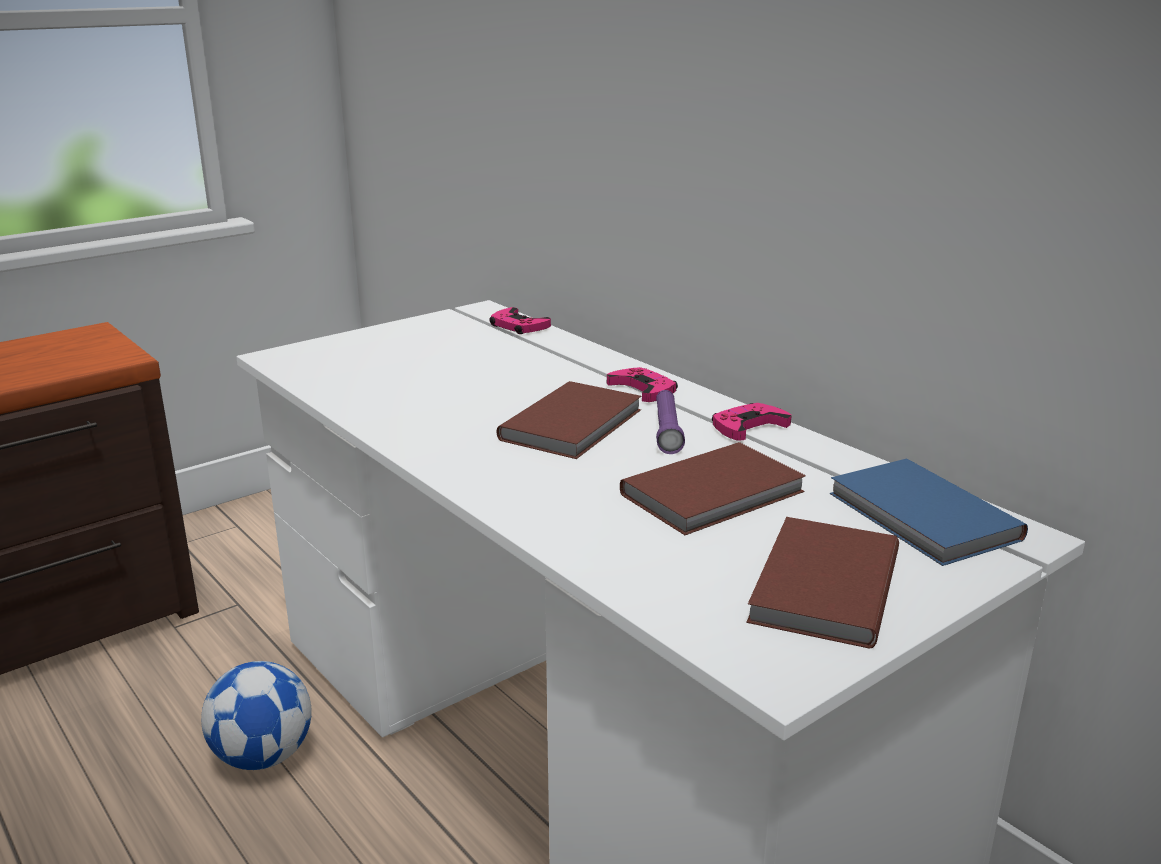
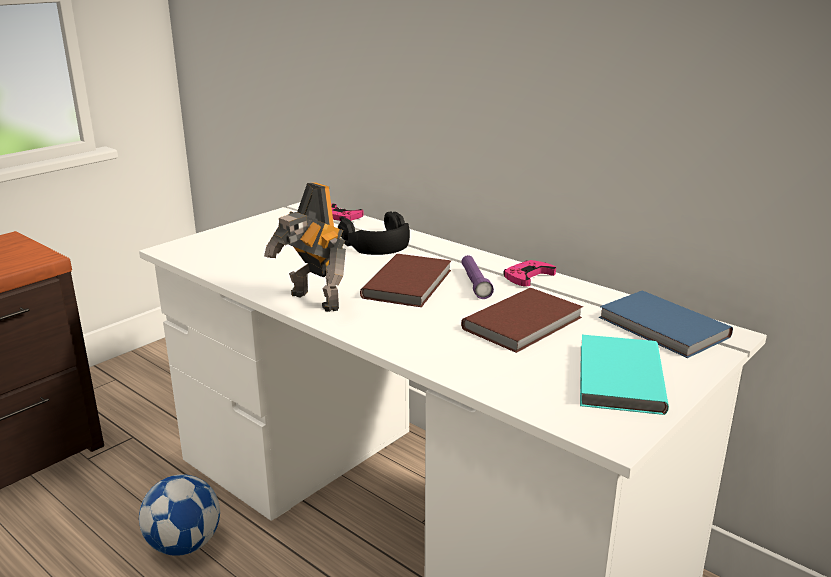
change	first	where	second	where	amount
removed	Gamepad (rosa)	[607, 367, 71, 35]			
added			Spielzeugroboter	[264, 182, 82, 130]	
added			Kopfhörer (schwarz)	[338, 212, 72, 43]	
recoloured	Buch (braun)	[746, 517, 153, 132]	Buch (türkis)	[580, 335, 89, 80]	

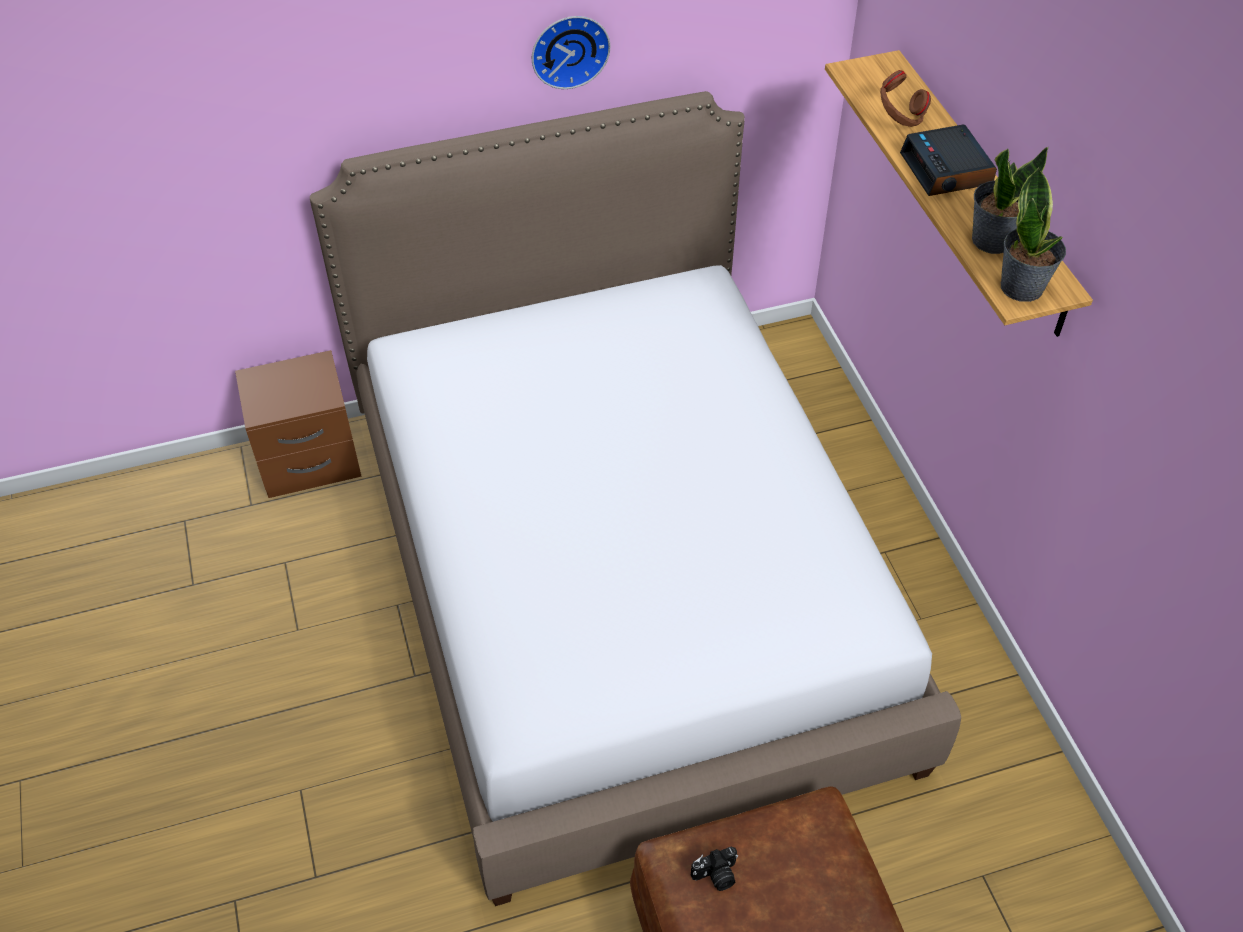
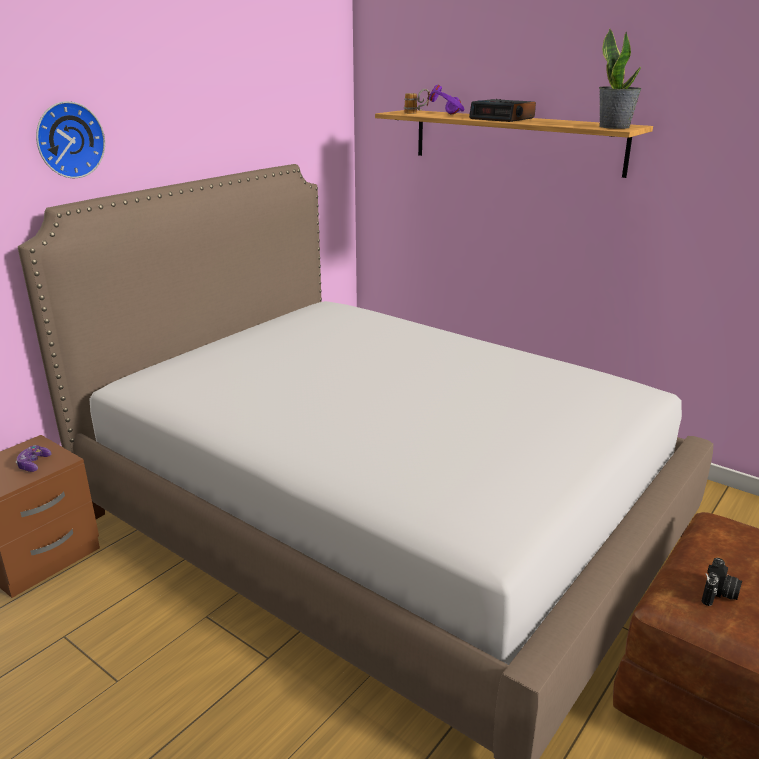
change	first	where	second	where	amount
removed	Topfpflanze	[972, 147, 77, 107]			
added			Gamepad	[16, 445, 35, 27]	
added			Henkelbecher	[404, 89, 27, 25]	
moved	Wanduhr	[532, 16, 78, 73]		[36, 101, 69, 77]	
recoloured	Kopfhörer (braun)	[880, 70, 51, 57]	Kopfhörer (lila)	[429, 85, 36, 29]	

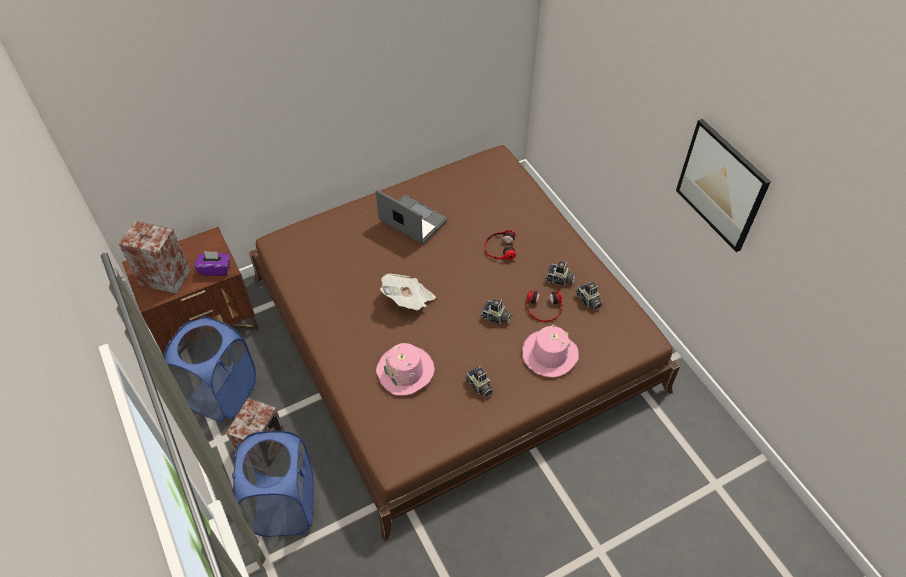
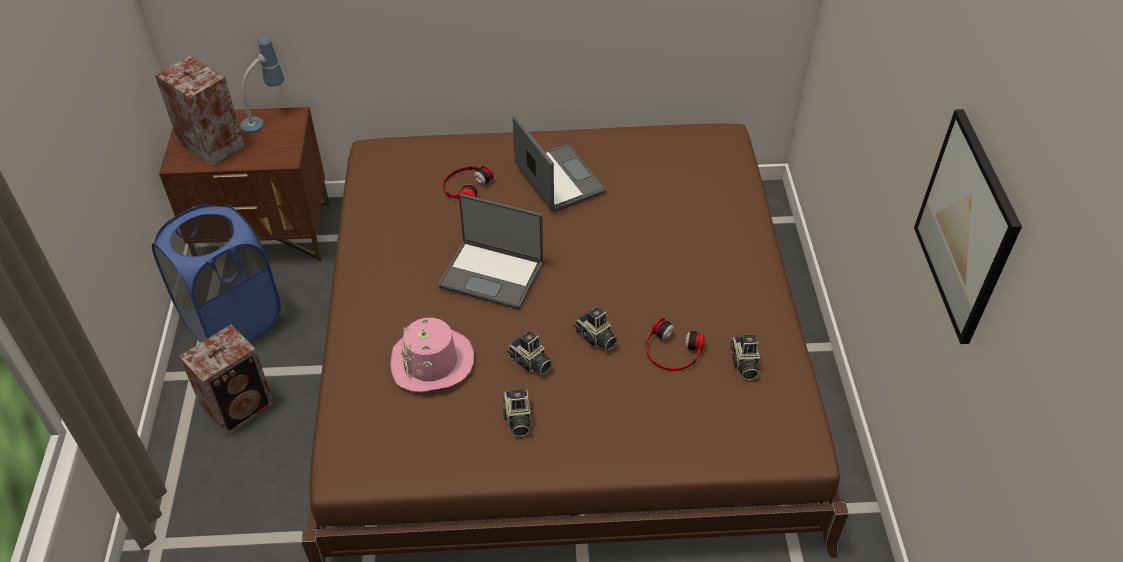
change	first	where	second	where	amount
removed	Taschentuchbox (lila)	[194, 251, 36, 25]			
removed	Wäschekorb (blau)	[232, 431, 82, 106]			
removed	Hut (rosa)	[522, 324, 57, 54]			
added			Tischlampe	[240, 37, 44, 96]	
moved	Kopfhörer	[484, 230, 32, 30]		[443, 165, 51, 34]	
moved	Kamera	[546, 261, 29, 25]		[507, 331, 45, 44]	
replaced	Zeitung	[380, 273, 56, 37]	Laptop	[438, 194, 105, 115]	

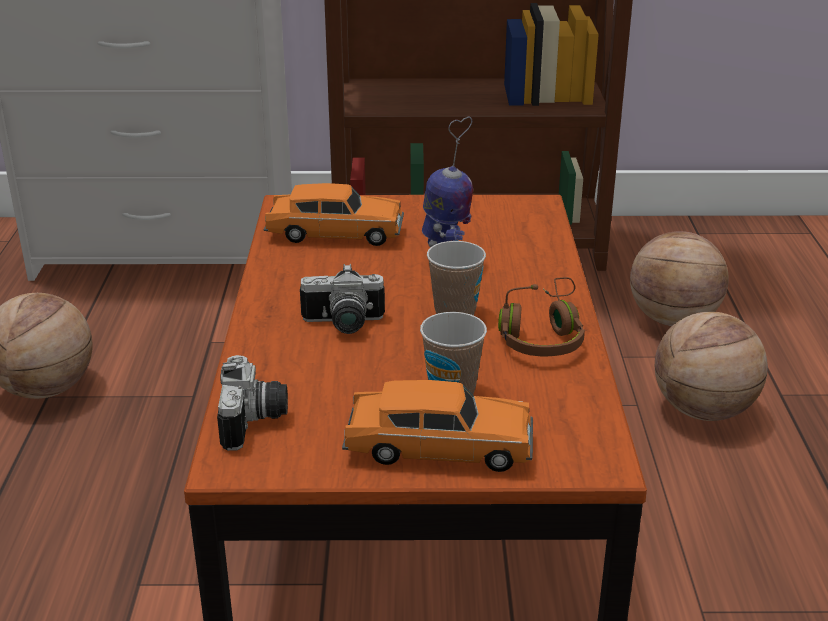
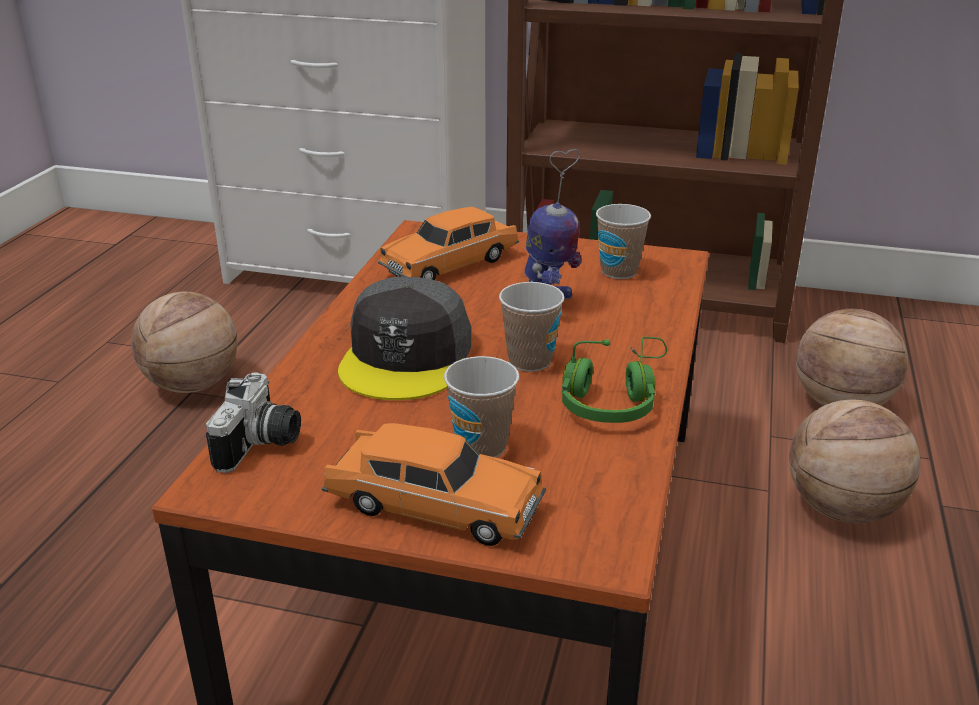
change	first	where	second	where	amount
added			Tasse	[596, 204, 55, 75]	
replaced	Kamera	[300, 264, 85, 70]	Kappe (grau)	[338, 277, 133, 123]	
recoloured	Kopfhörer (braun)	[498, 277, 87, 79]	Kopfhörer (grün)	[561, 337, 106, 86]	
turned	Spielzeugauto (orange)	[264, 183, 140, 63]		[378, 207, 141, 73]	120 degrees clockwise

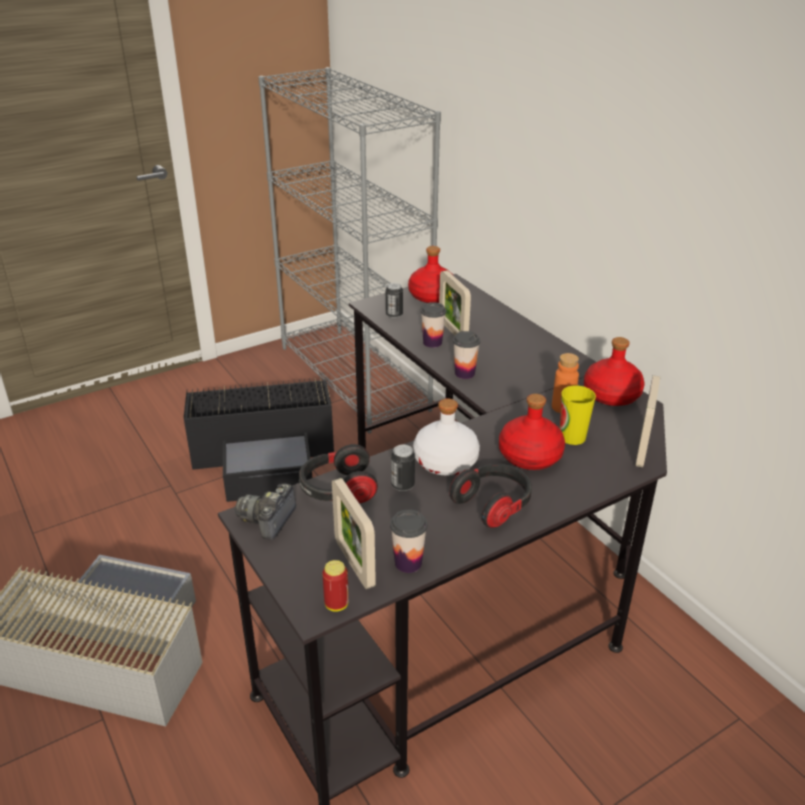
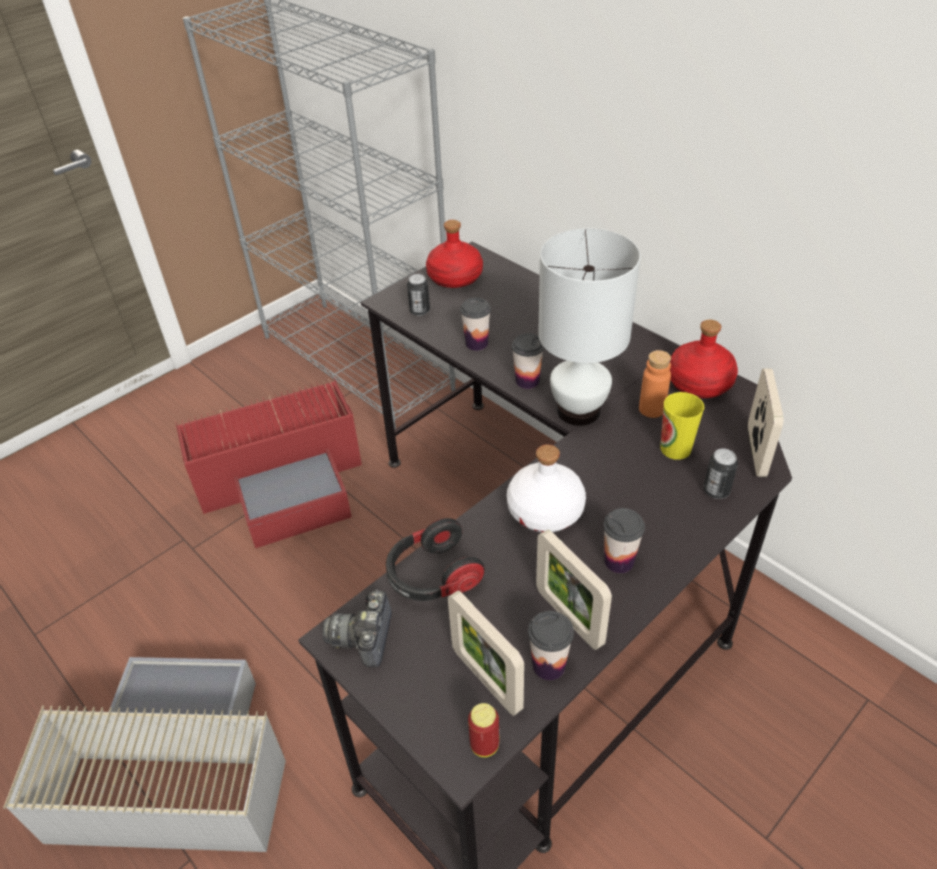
change	first	where	second	where	amount
removed	Flasche (rot)	[499, 394, 66, 76]			
added			Tischlampe (weiß)	[538, 228, 103, 198]	
moved	Dose	[391, 445, 24, 46]		[703, 449, 35, 50]	
moved	Bilderrahmen	[439, 270, 32, 66]		[536, 530, 76, 120]	
replaced	Kopfhörer	[449, 464, 83, 64]	Tasse	[603, 508, 42, 65]	
recoloured	Aufbewahrungsbox (schwarz)	[184, 377, 150, 125]	Aufbewahrungsbox (rot)	[176, 378, 186, 170]	

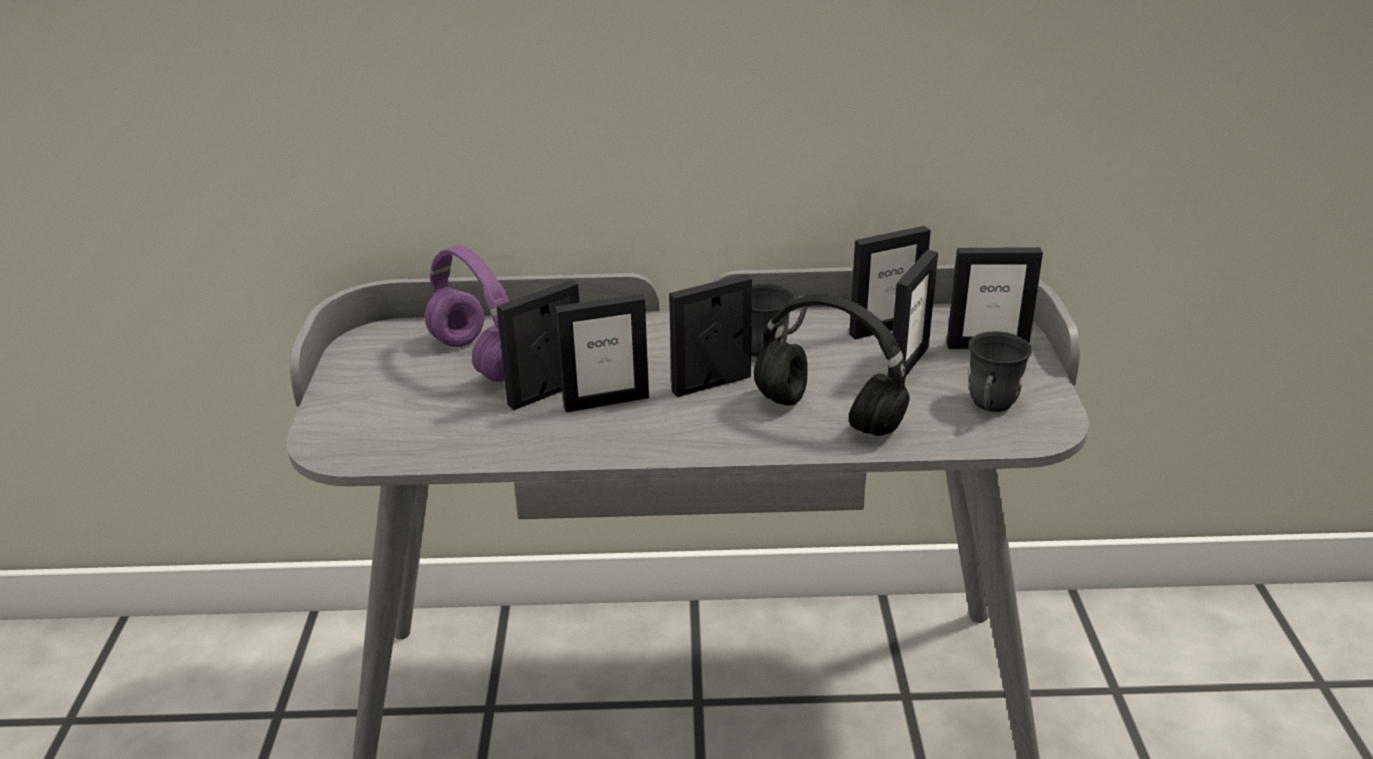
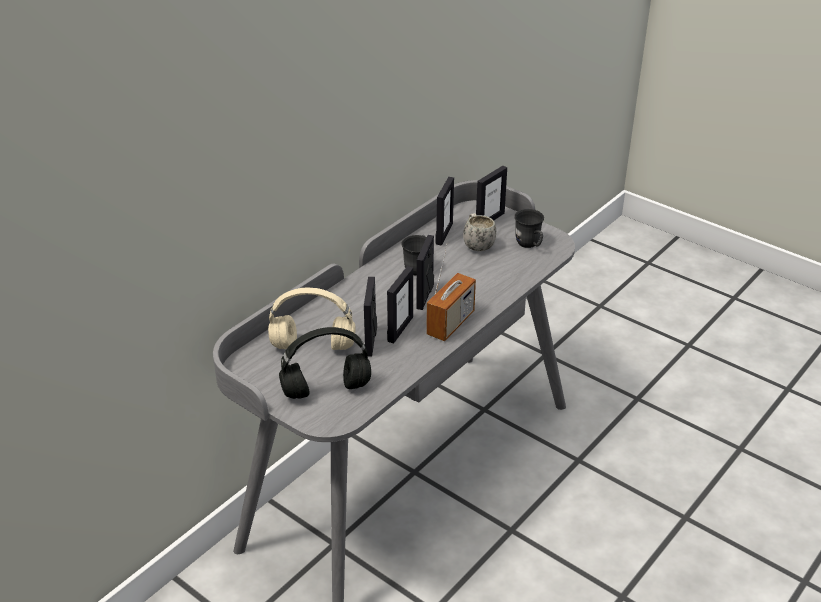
change	first	where	second	where	amount
added			Radio	[426, 243, 50, 98]	
moved	Kopfhörer (schwarz)	[754, 294, 156, 142]		[279, 327, 92, 72]	
replaced	Bilderrahmen	[888, 250, 50, 128]	Henkelbecher (weiß)	[463, 213, 33, 38]	
recoloured	Kopfhörer (lila)	[425, 246, 85, 136]	Kopfhörer (beige)	[268, 288, 87, 62]	

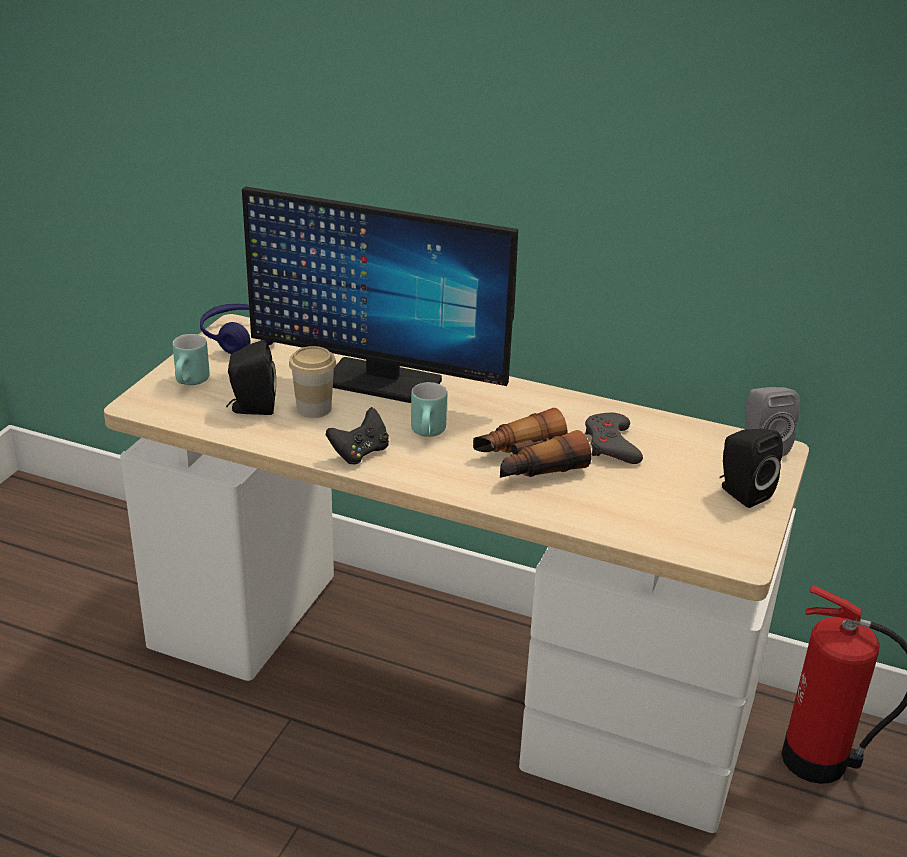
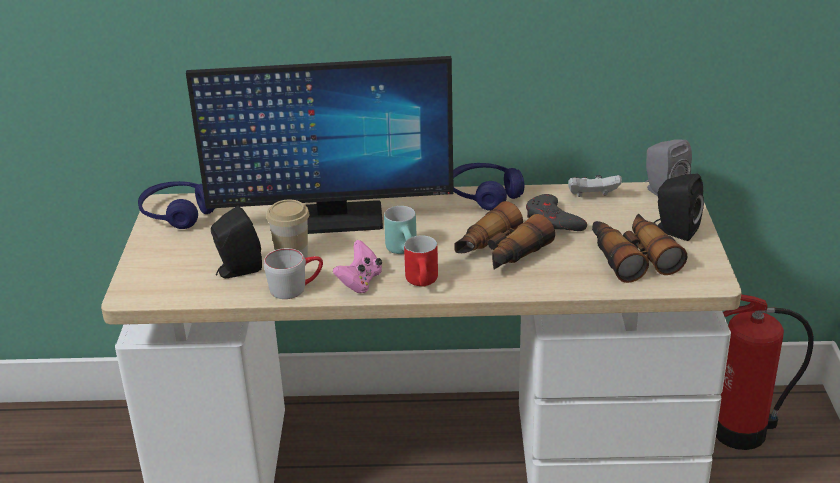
change	first	where	second	where	amount
removed	Henkelbecher (türkis)	[173, 334, 37, 51]			
added			Henkelbecher (grau)	[264, 248, 59, 51]	
added			Henkelbecher (rot)	[404, 235, 34, 52]	
added			Kopfhörer (blau)	[453, 163, 72, 48]	
added			Gamepad (weiß)	[568, 175, 54, 22]	
added			Fernglas	[592, 214, 95, 69]	
recoloured	Gamepad (schwarz)	[326, 407, 63, 57]	Gamepad (rosa)	[333, 240, 49, 53]	

